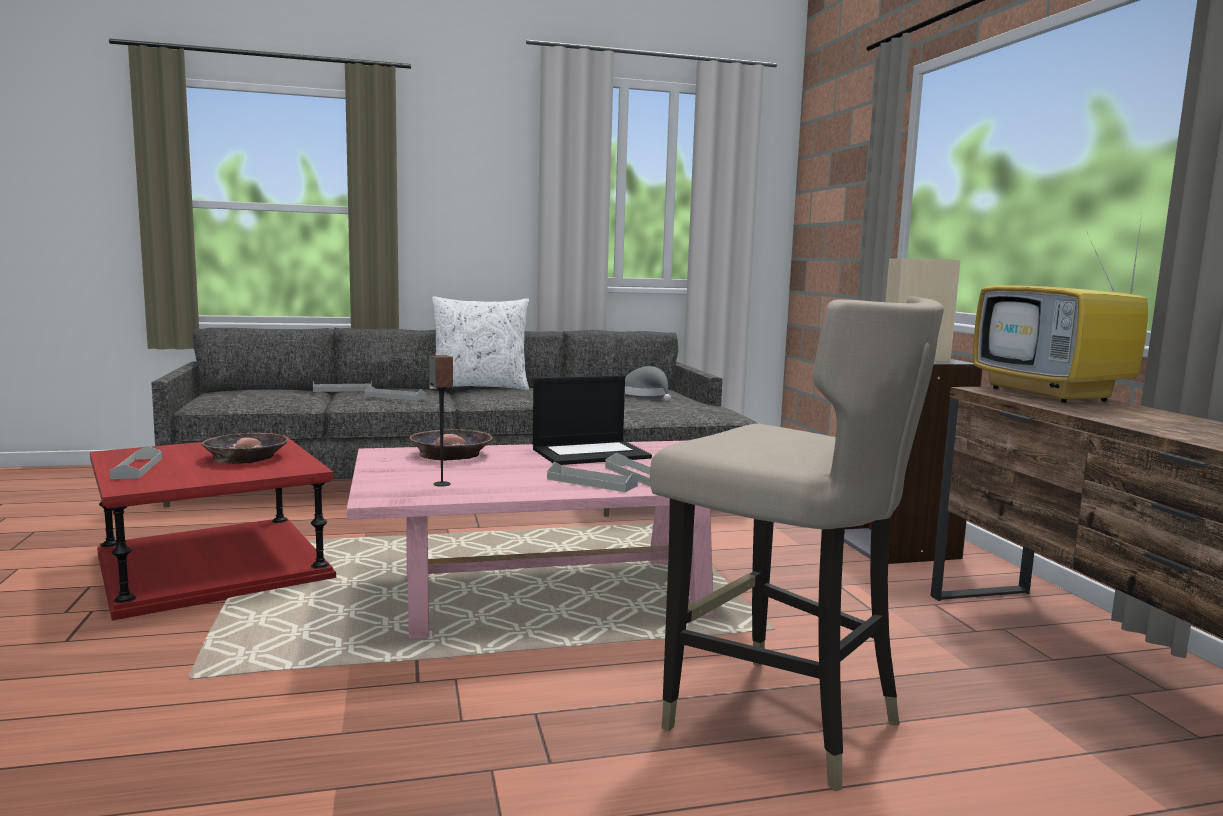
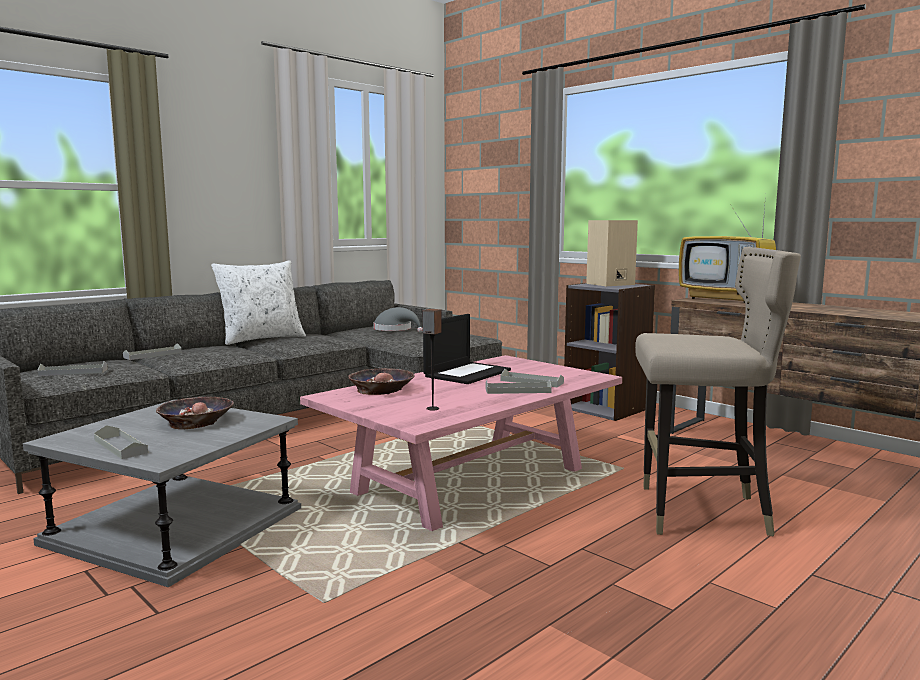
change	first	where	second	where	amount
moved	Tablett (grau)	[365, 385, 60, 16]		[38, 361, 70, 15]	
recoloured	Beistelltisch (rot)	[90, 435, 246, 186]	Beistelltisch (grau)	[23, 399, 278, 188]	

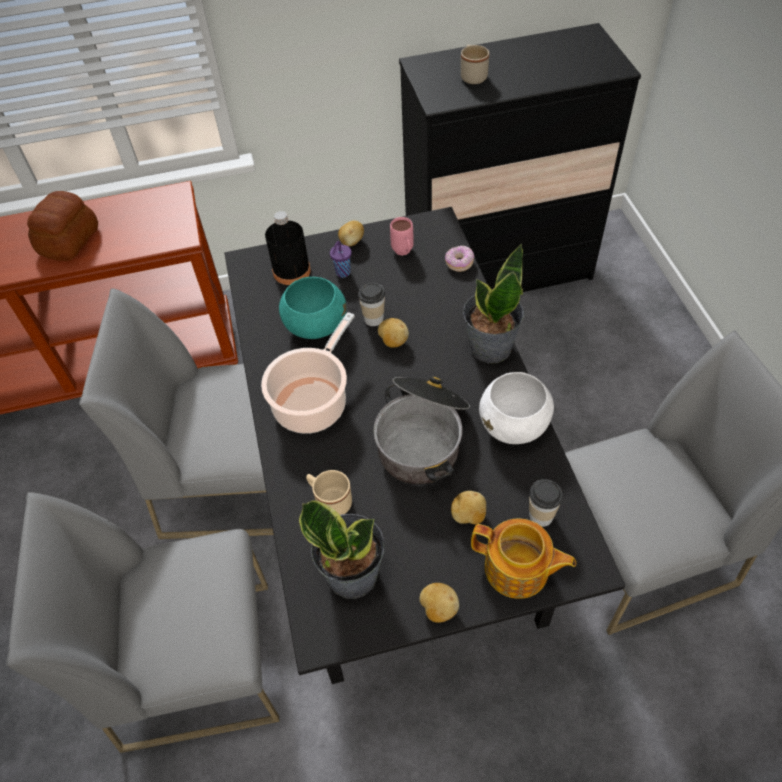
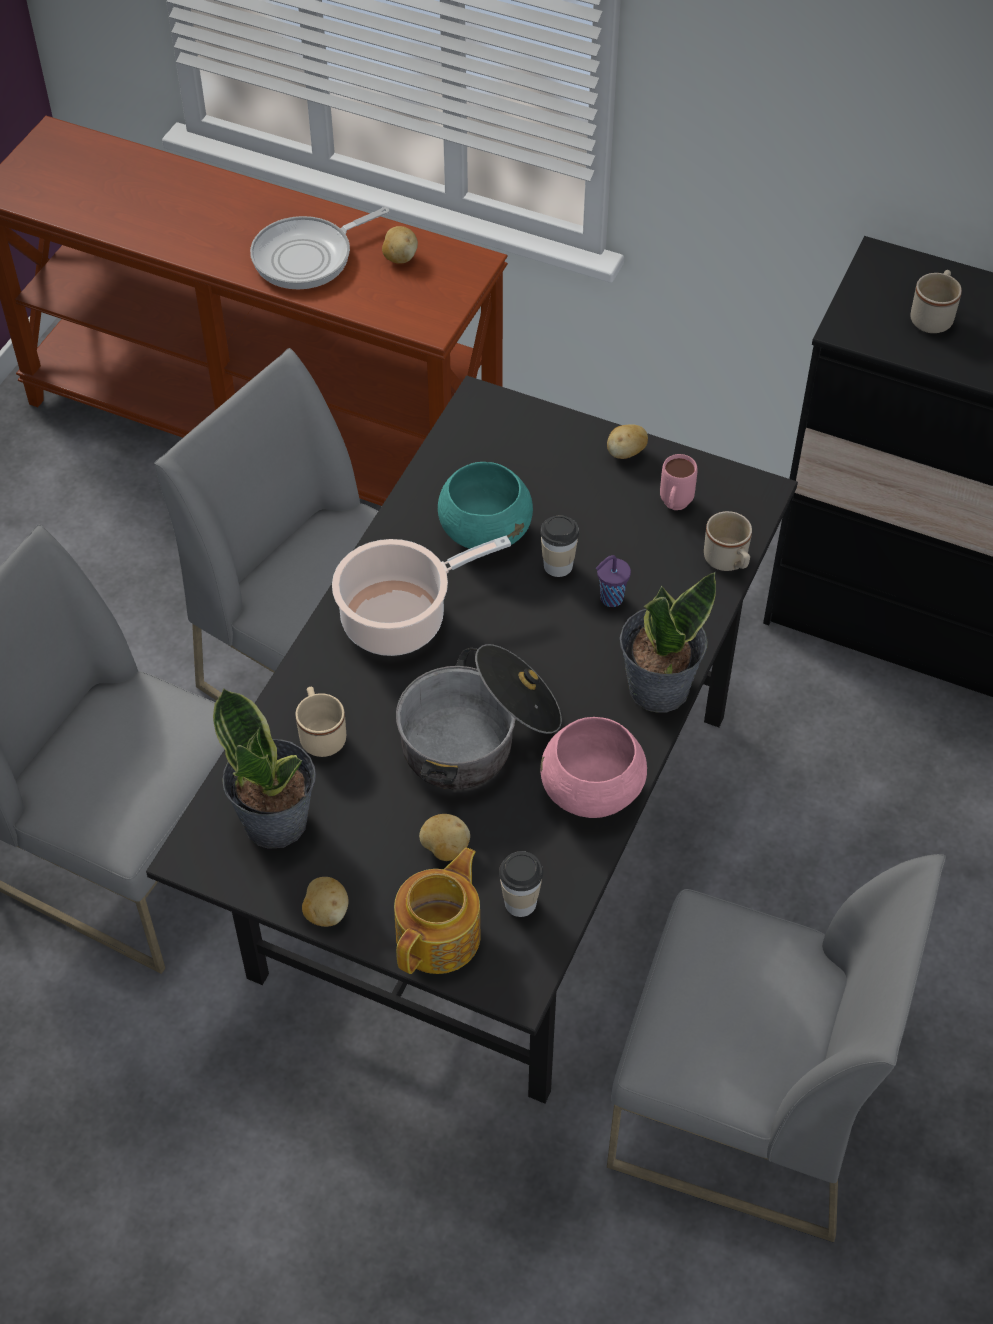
change	first	where	second	where	amount
removed	Flasche (schwarz)	[265, 211, 46, 74]			
moved	Tasse (lila)	[330, 241, 21, 37]		[596, 555, 35, 52]	
moved	Kartoffel	[378, 318, 31, 30]		[382, 226, 36, 38]	
replaced	Brot	[27, 191, 71, 70]	Pfanne	[250, 207, 140, 82]	
replaced	Donut	[445, 246, 29, 26]	Henkelbecher (beige)	[704, 511, 48, 60]	
recoloured	Schüssel (weiß)	[479, 372, 75, 72]	Schüssel (rosa)	[540, 717, 107, 101]	
turned	Teekanne	[471, 519, 105, 80]		[394, 848, 87, 126]	120 degrees counterclockwise

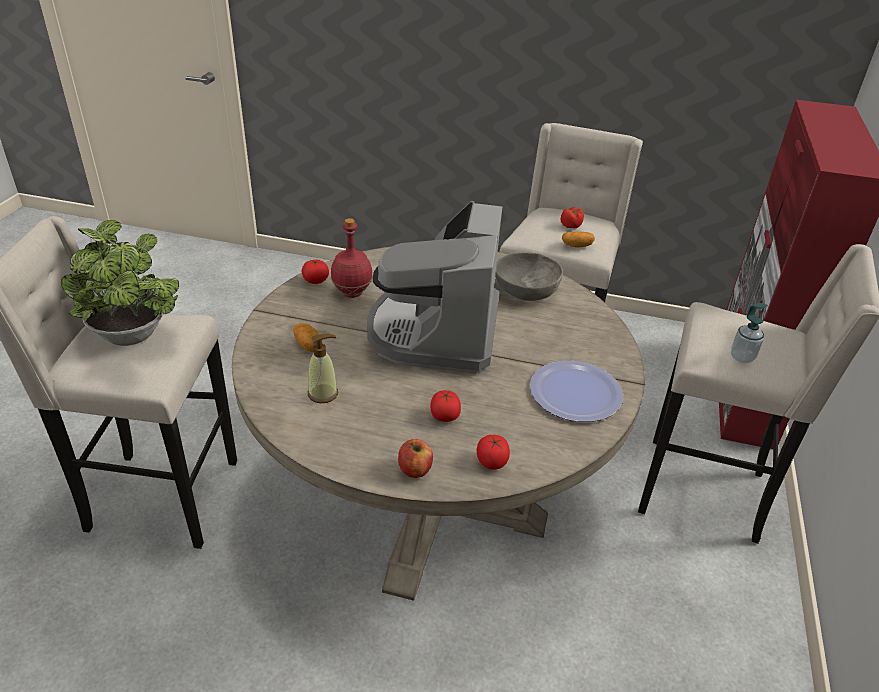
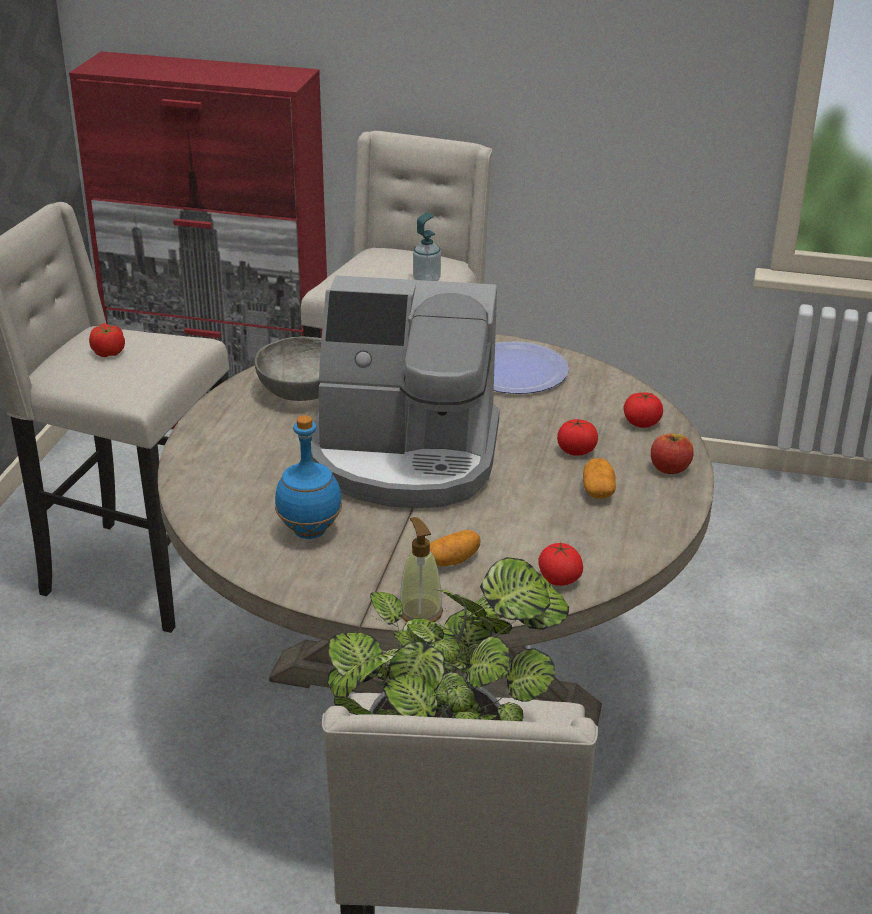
change	first	where	second	where	amount
moved	Tomate	[302, 260, 27, 24]		[538, 542, 45, 44]	
moved	Seifenspender	[308, 334, 30, 69]		[400, 517, 43, 105]	
moved	Kartoffel	[562, 232, 33, 16]		[583, 458, 33, 41]	
recoloured	Flasche (rot)	[331, 218, 42, 80]	Flasche (blau)	[275, 415, 67, 124]	

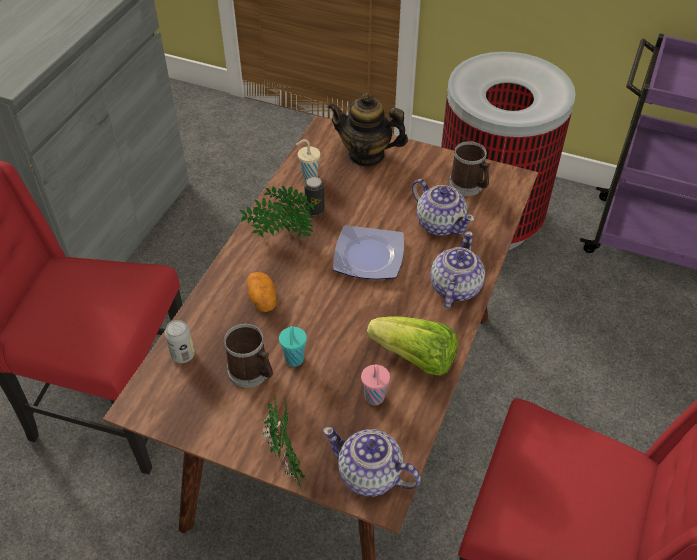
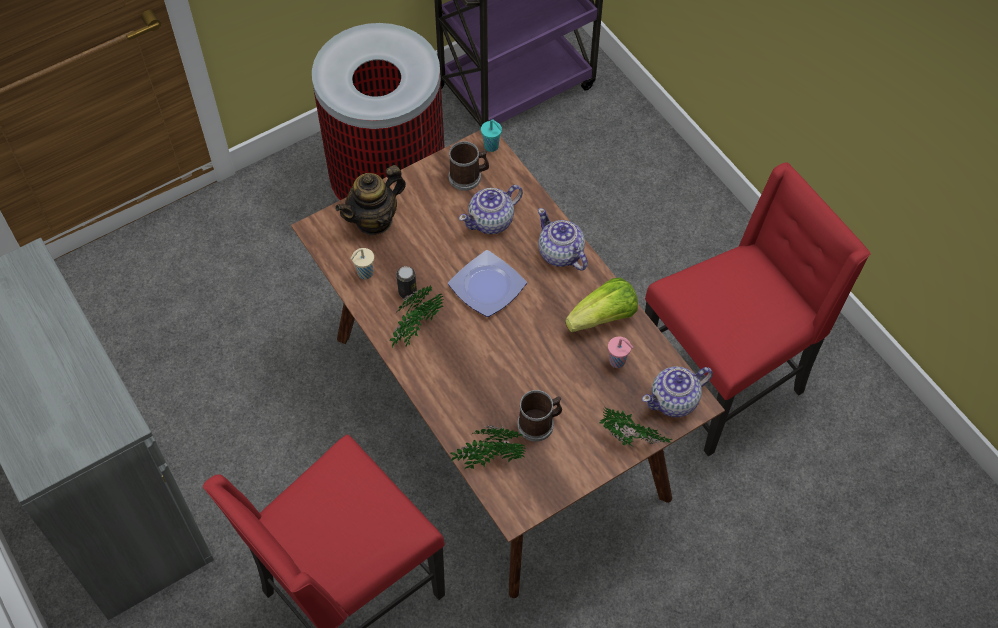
change	first	where	second	where	amount
removed	Kartoffel	[247, 272, 29, 40]			
moved	Tasse (türkis)	[279, 326, 28, 41]		[481, 119, 21, 33]	
replaced	Dose	[165, 320, 30, 43]	Topfpflanze	[451, 425, 75, 44]	
turned	Teekanne	[412, 179, 63, 57]		[459, 185, 64, 49]	150 degrees clockwise

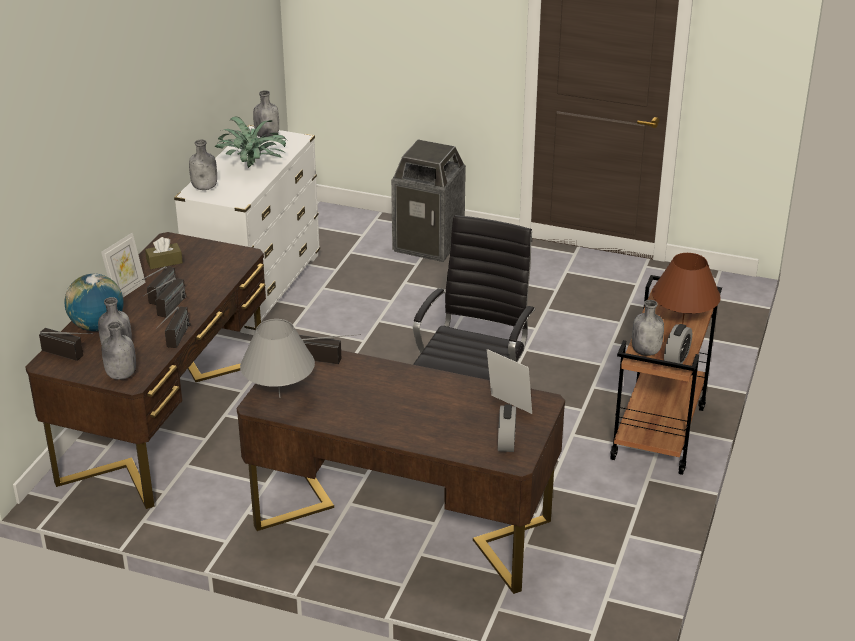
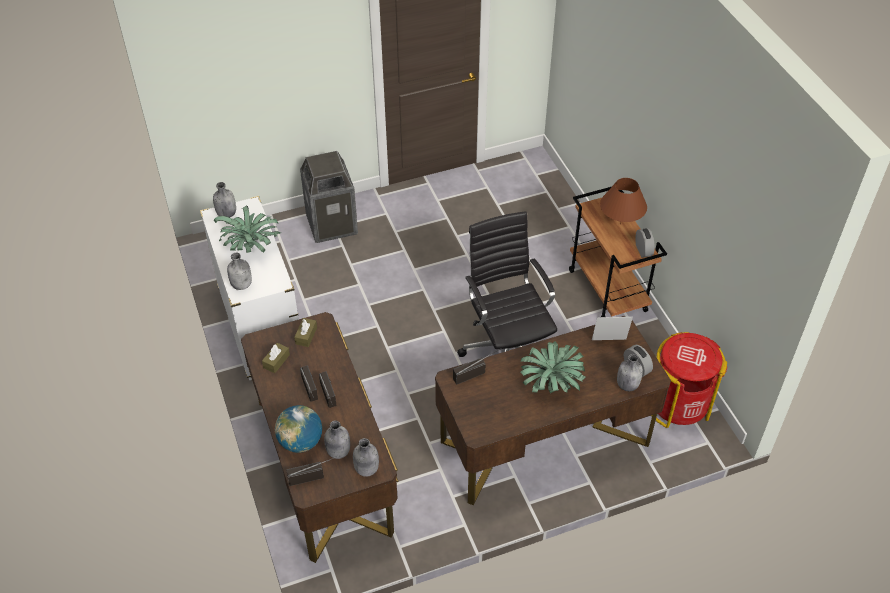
change	first	where	second	where	amount
removed	Bilderrahmen	[101, 233, 45, 64]			
removed	Radio	[156, 307, 35, 41]			
removed	Tischlampe (grau)	[240, 319, 75, 79]			
added			Taschentuchbox (braun)	[294, 318, 23, 29]	
added			Topfpflanze	[521, 341, 64, 52]	
added			Mülleimer (rot)	[651, 332, 76, 96]	
moved	Flasche (grau)	[632, 300, 32, 56]		[617, 354, 26, 37]	

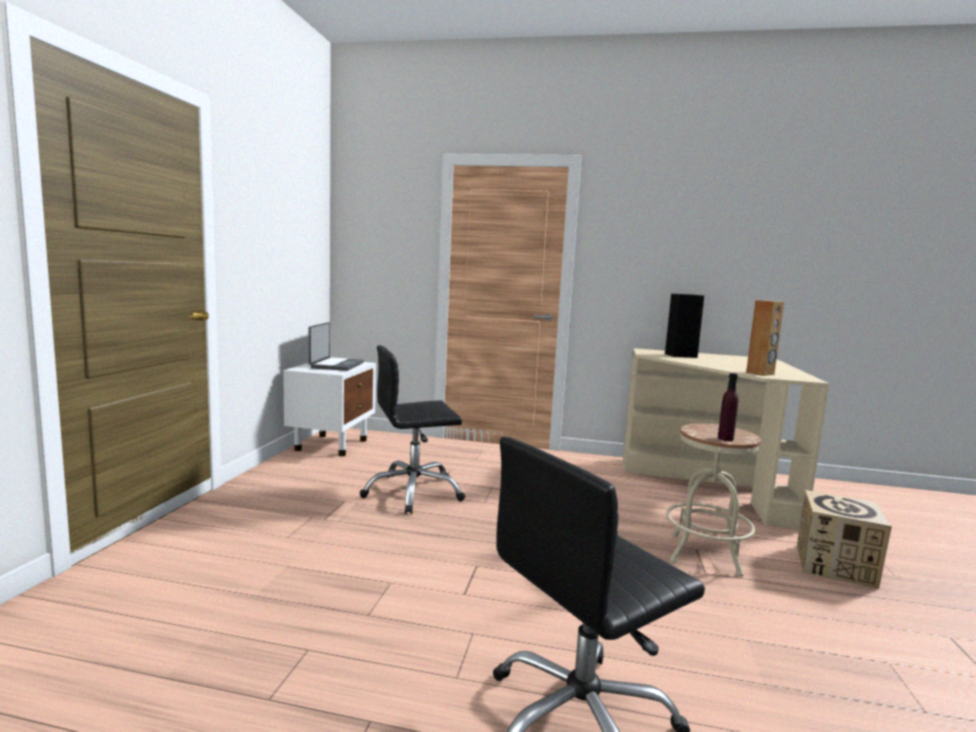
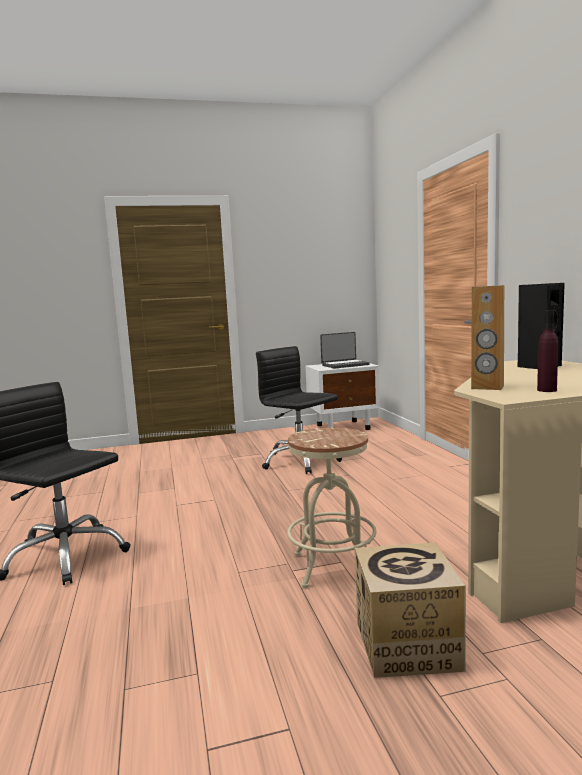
change	first	where	second	where	amount
moved	Flasche (lila)	[718, 373, 20, 68]		[537, 310, 21, 82]	

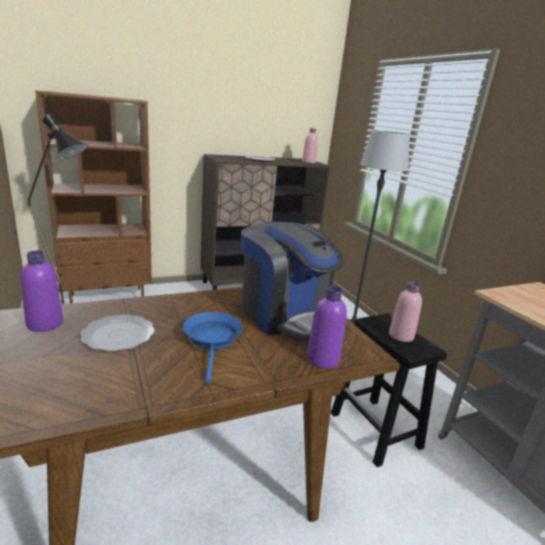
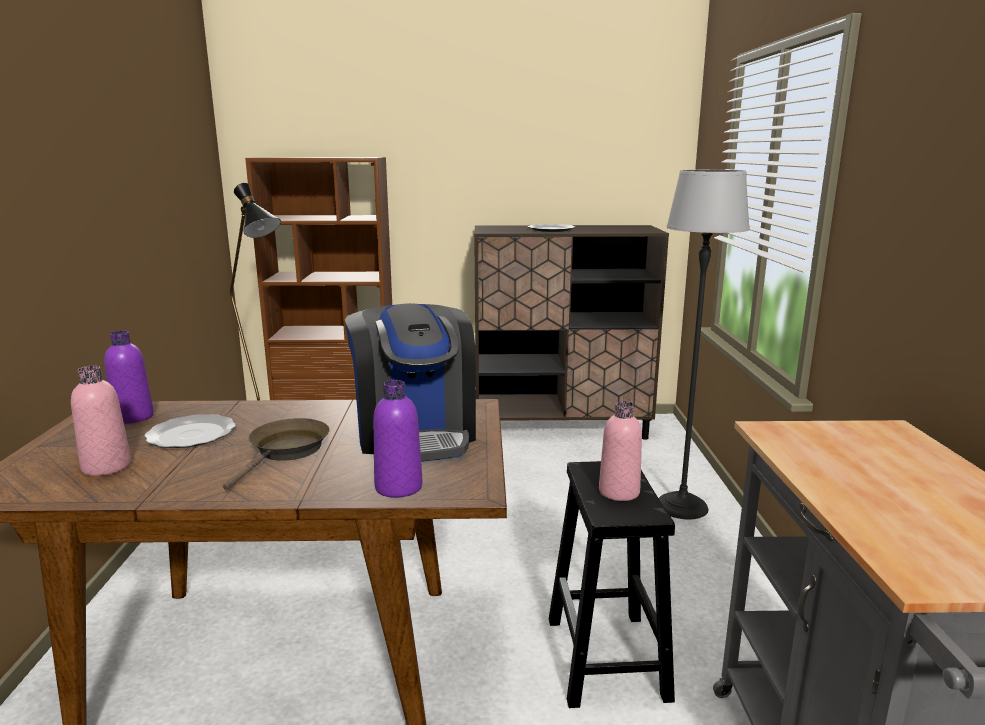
change	first	where	second	where	amount
moved	Flasche (rosa)	[302, 128, 16, 35]		[71, 365, 60, 111]	
recoloured	Pfanne (blau)	[183, 312, 60, 72]	Pfanne (braun)	[223, 418, 106, 72]	

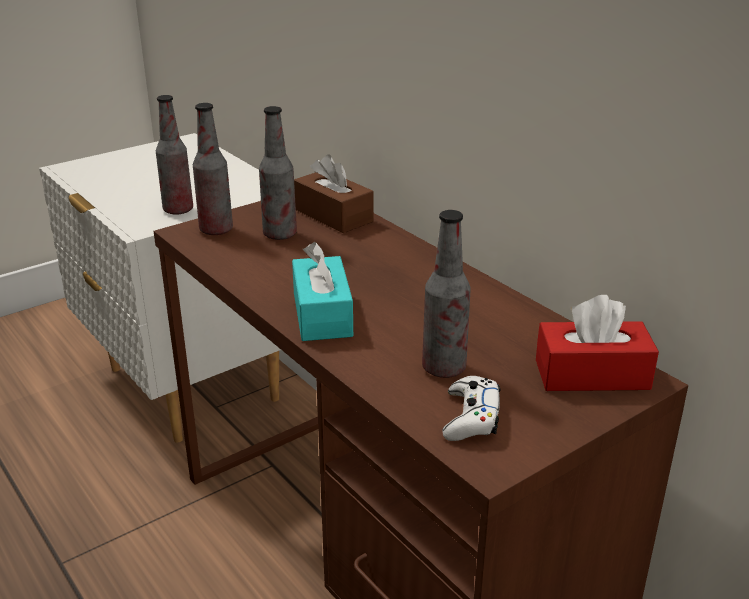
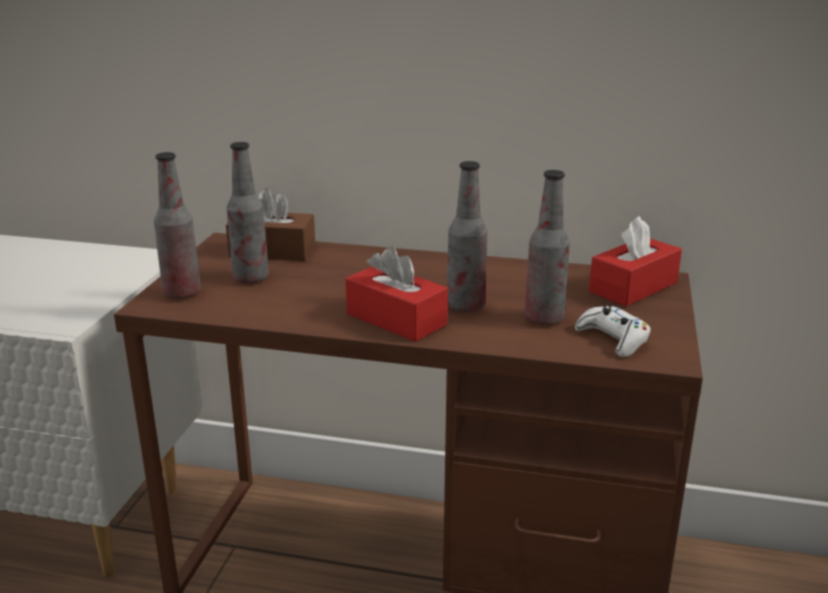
change	first	where	second	where	amount
moved	Flasche	[156, 95, 37, 120]		[447, 161, 41, 151]	
recoloured	Taschentuchbox (türkis)	[292, 242, 61, 99]	Taschentuchbox (rot)	[346, 246, 102, 96]	

